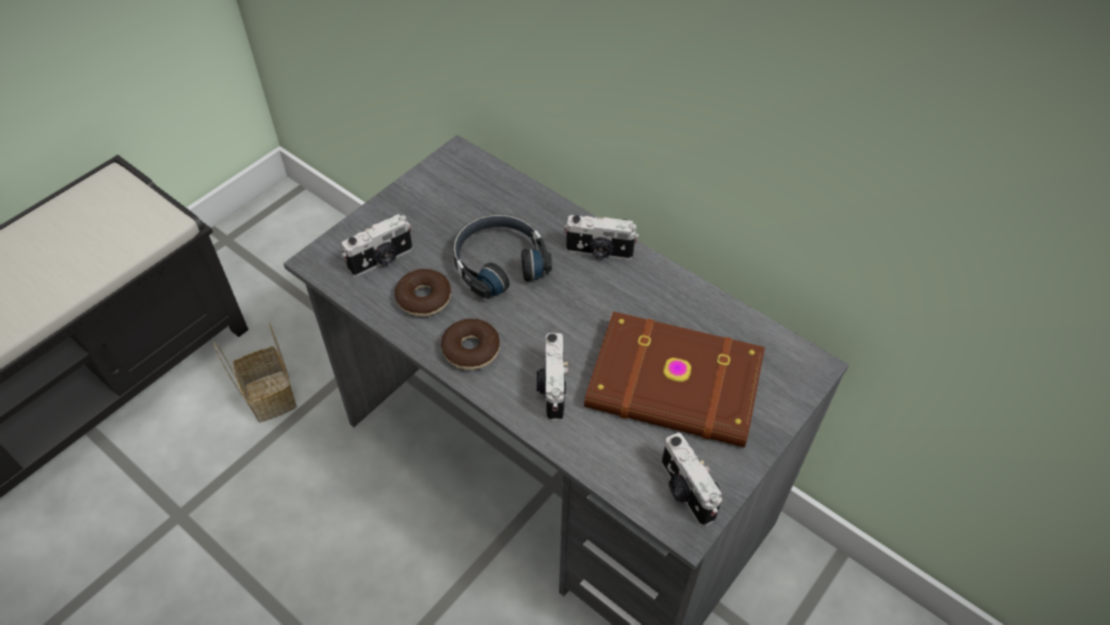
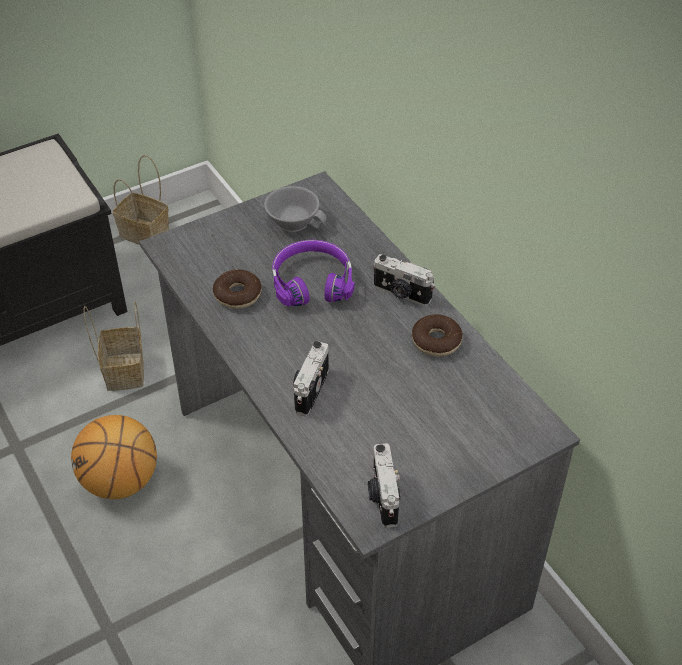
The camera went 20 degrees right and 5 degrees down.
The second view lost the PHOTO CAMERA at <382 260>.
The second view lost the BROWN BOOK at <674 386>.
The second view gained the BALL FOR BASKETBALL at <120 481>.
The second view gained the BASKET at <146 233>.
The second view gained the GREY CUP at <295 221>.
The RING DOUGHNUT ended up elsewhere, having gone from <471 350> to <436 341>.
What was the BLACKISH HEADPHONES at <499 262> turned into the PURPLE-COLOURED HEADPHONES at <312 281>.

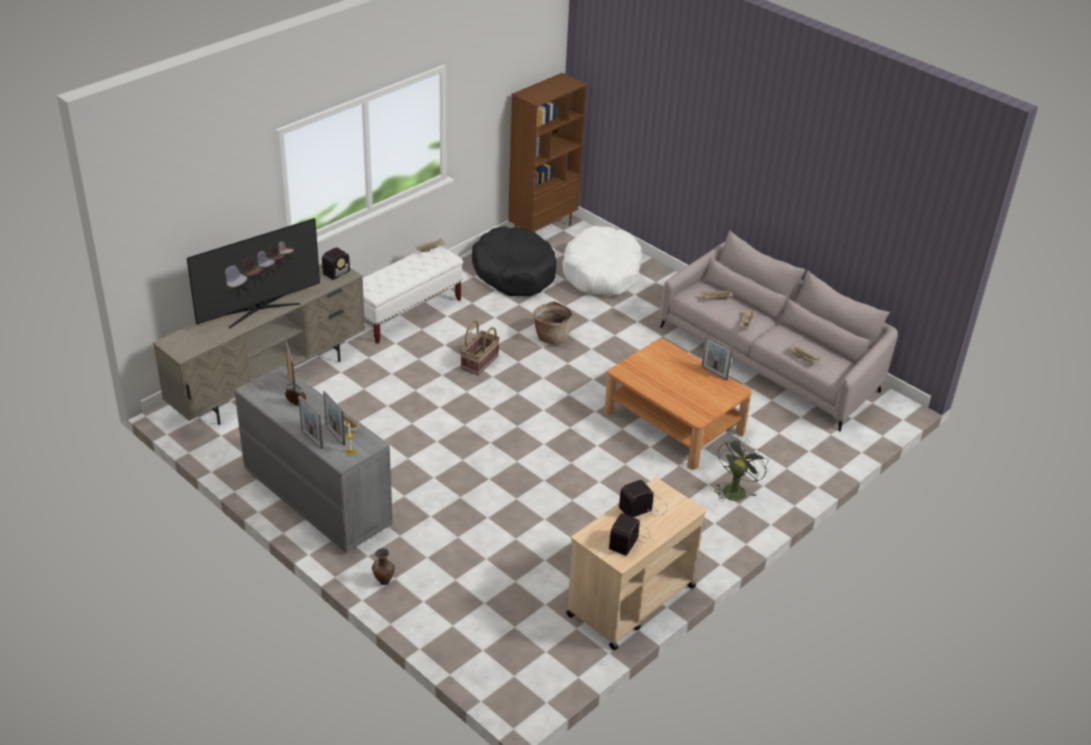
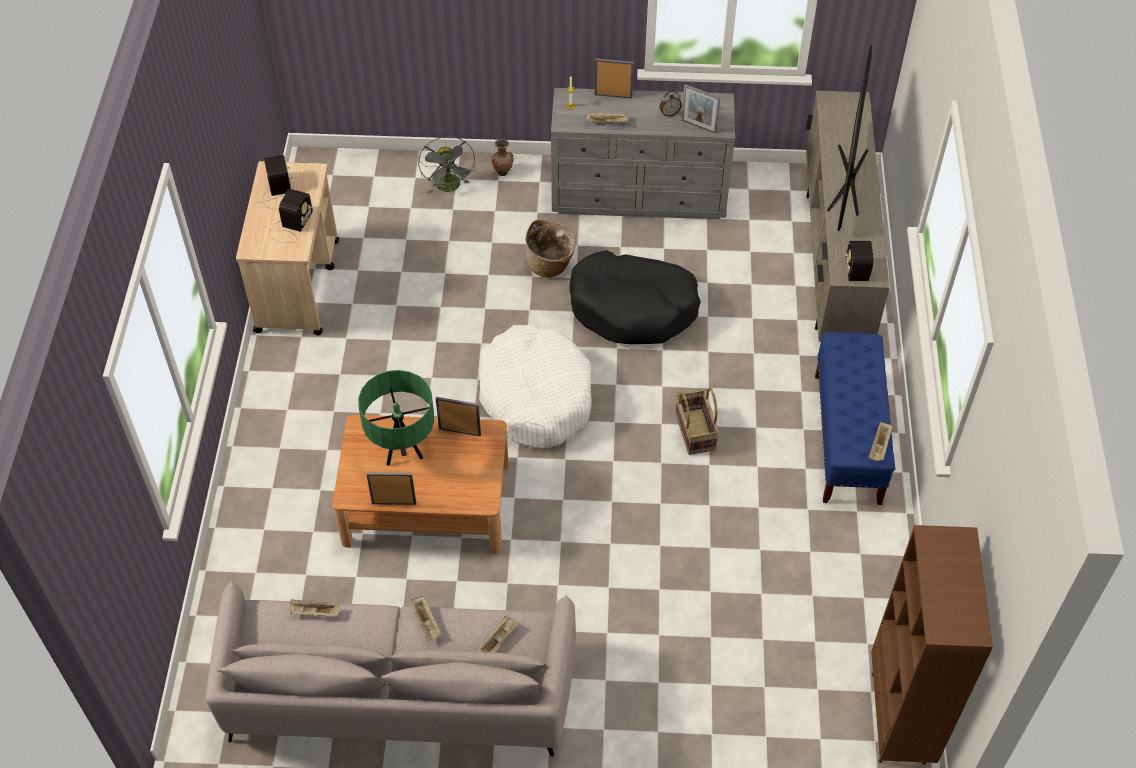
The camera went 140 degrees right and 15 degrees up.
The second view gained the GREENISH TABLETOP LAMP at <402 447>.
The PICTURE FRAME ended up elsewhere, having gone from <335 435> to <460 431>.
The BLACKISH PET BED ended up elsewhere, having gone from <514 272> to <633 308>.
The BASKET ended up elsewhere, having gone from <551 336> to <551 265>.
The WHITISH PET BED ended up elsewhere, having gone from <602 273> to <535 396>.
The GREY COOLING FAN ended up elsewhere, having gone from <735 489> to <450 187>.
What was the WHITISH BENCH at <407 313> turned into the BLUISH BENCH at <847 439>.

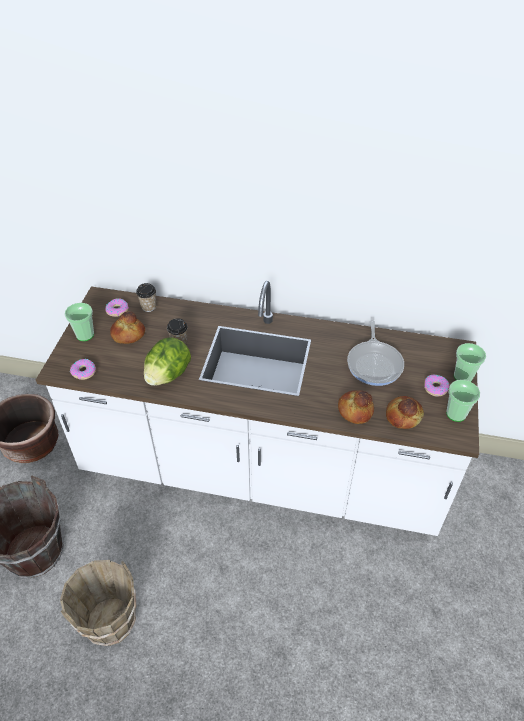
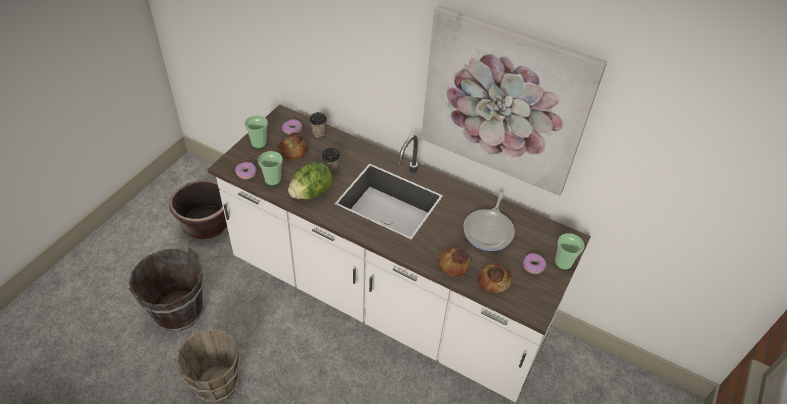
The camera went 15 degrees right and 0 degrees up.
The second view gained the WALL PICTURE at <504 102>.
The CUP ended up elsewhere, having gone from <456 414> to <272 180>.

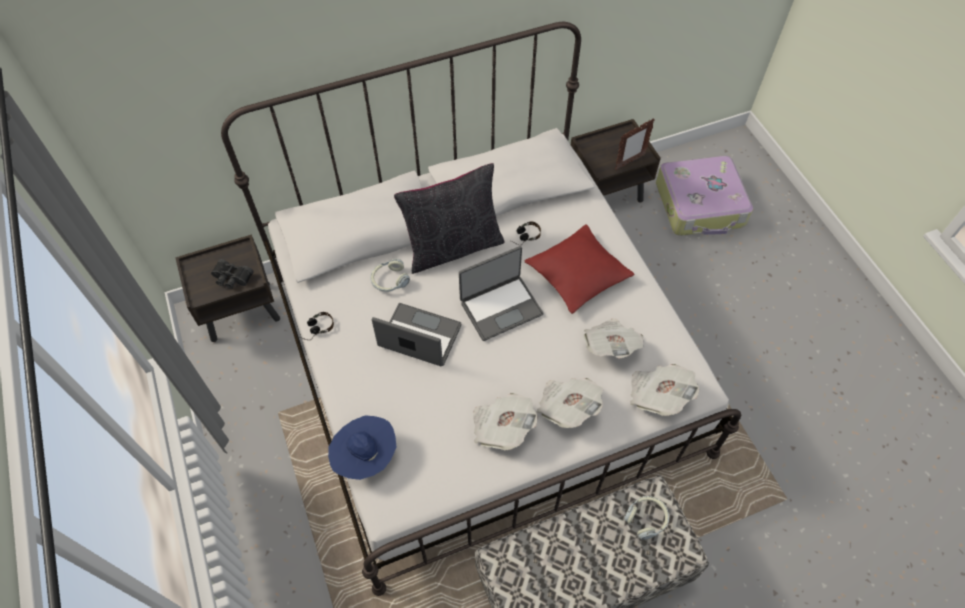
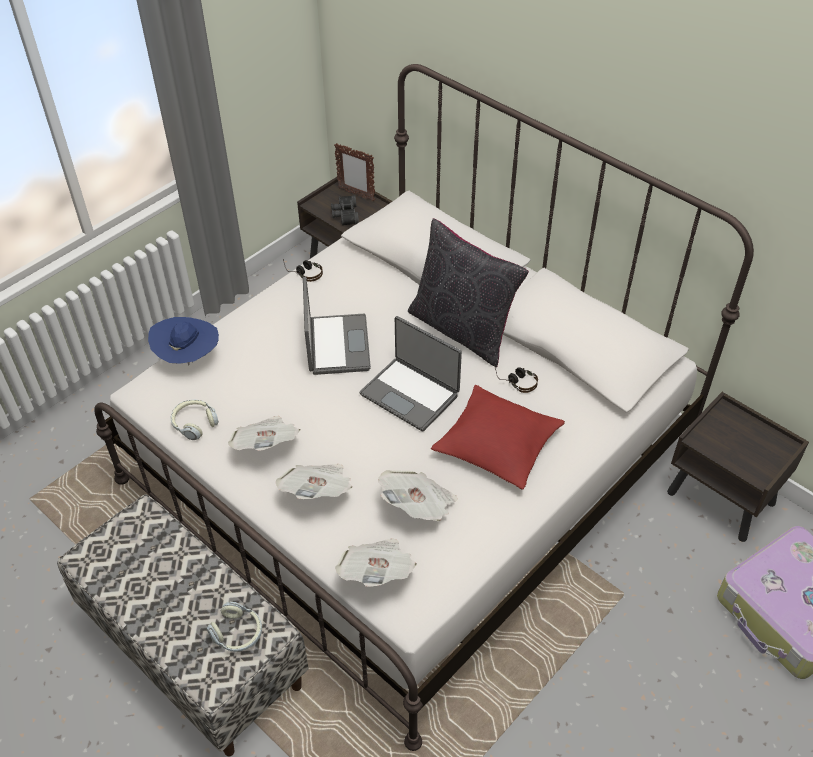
The camera went 65 degrees right and 10 degrees down.
The HEADPHONES ended up elsewhere, having gone from <389 280> to <194 423>.
The PICTURE FRAME ended up elsewhere, having gone from <629 162> to <356 194>.

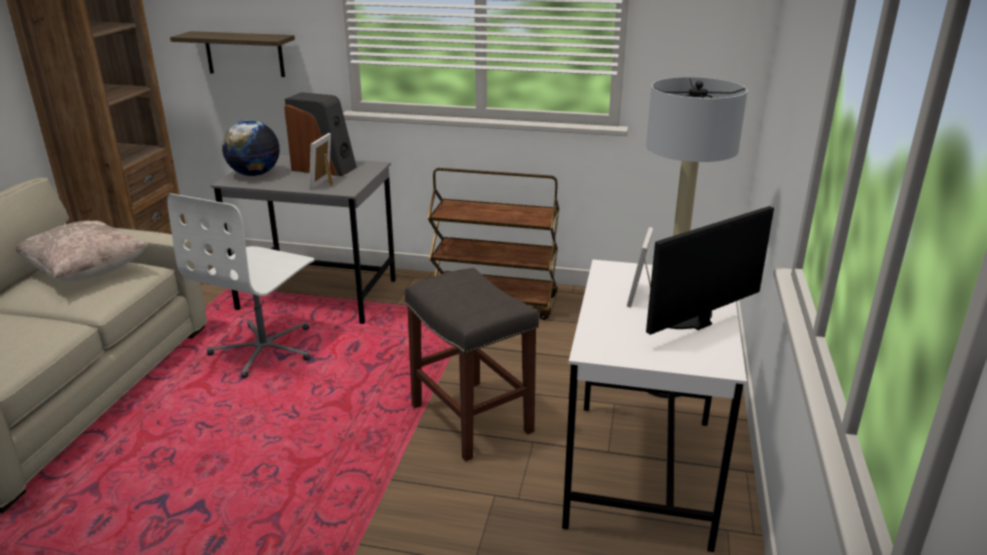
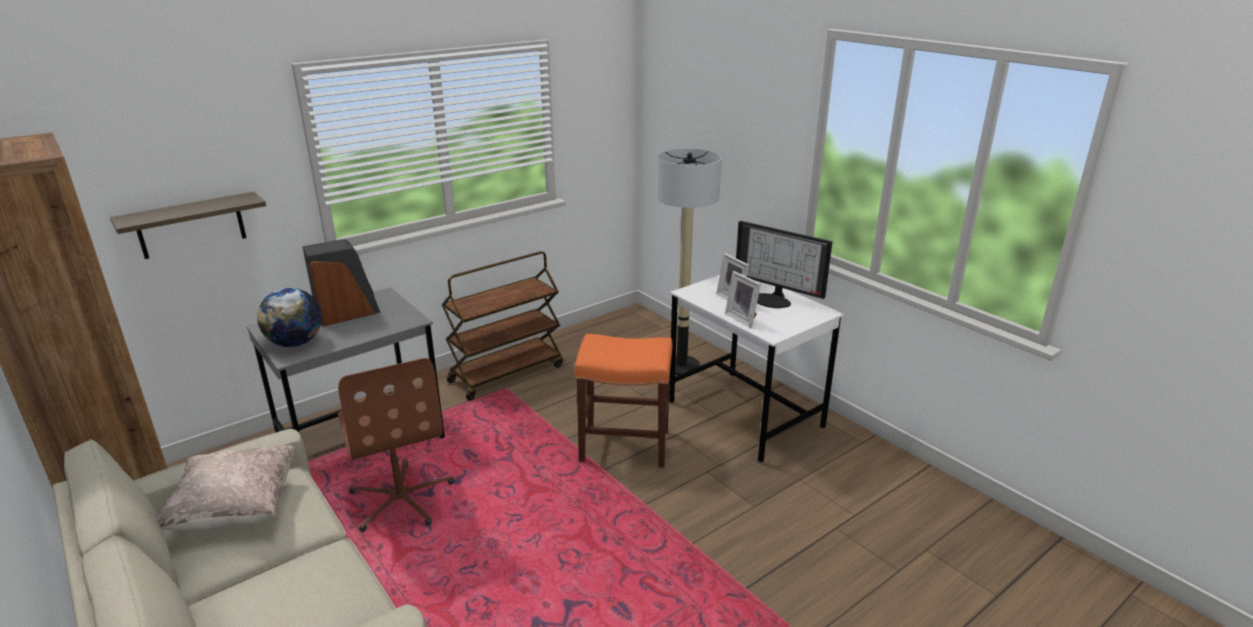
The camera went 50 degrees left and 0 degrees up.
The PICTURE FRAME ended up elsewhere, having gone from <326 183> to <743 319>.
What was the WHITISH OFFICE CHAIR at <265 349> turned into the BROWN OFFICE CHAIR at <401 498>.
What was the GREY STOOL SEAT at <469 418> turned into the ORANGE STOOL SEAT at <623 445>.
The MONITOR at <690 320> ended up facing another way, 60 degrees counterclockwise from before.

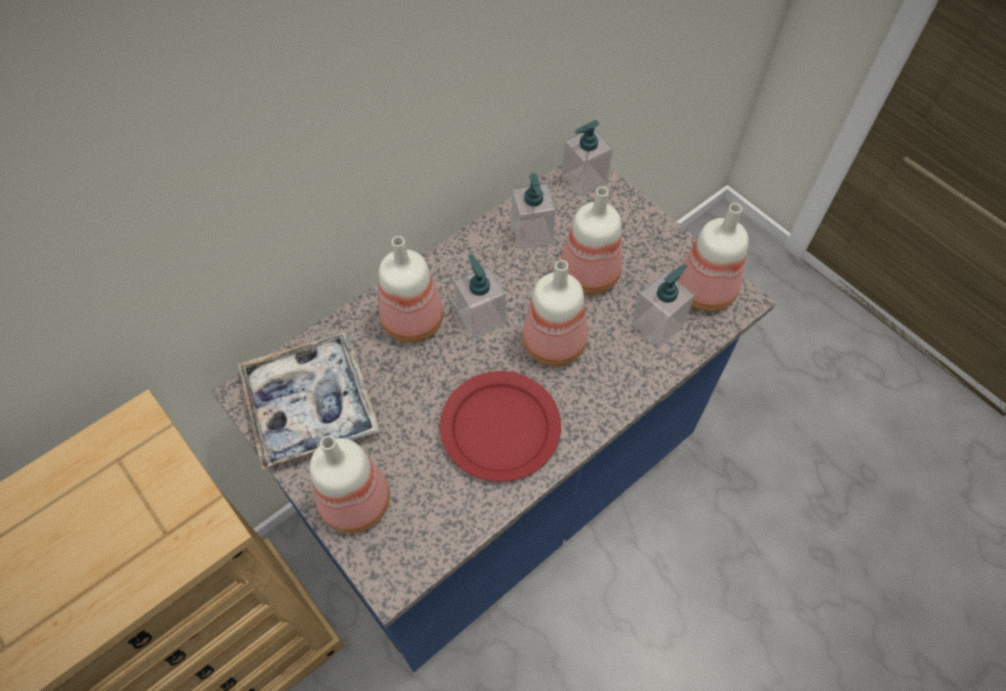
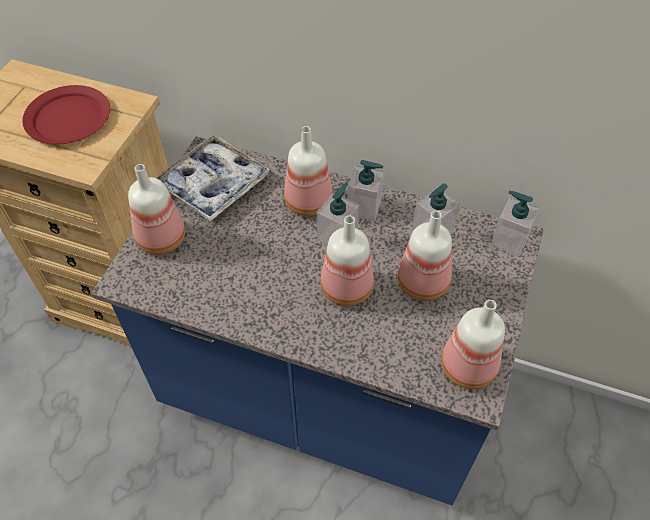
The camera went 60 degrees right and 5 degrees down.
The RED-COLOURED FLAT DISH ended up elsewhere, having gone from <500 427> to <69 118>.
The LIQUID SOAP BOTTLE ended up elsewhere, having gone from <657 324> to <364 207>.

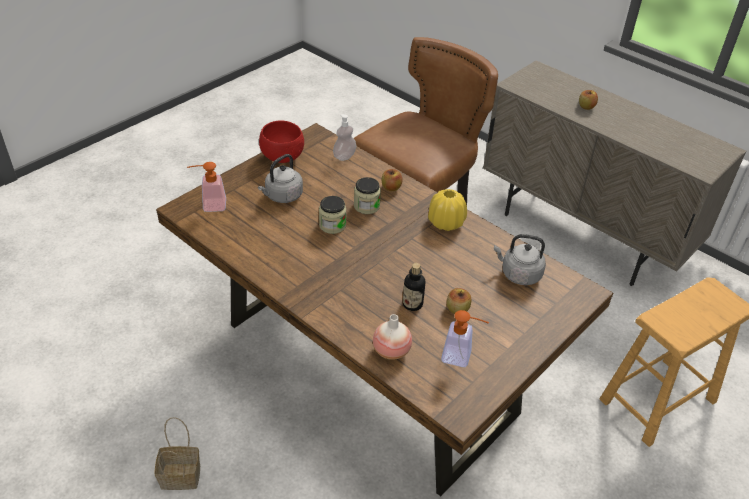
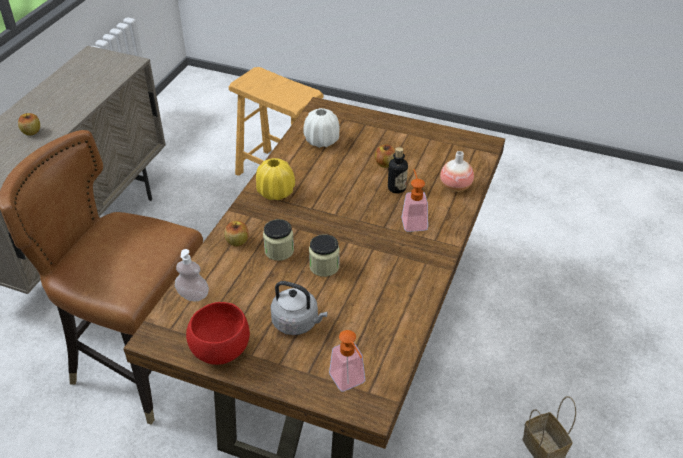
The camera went 110 degrees left and 0 degrees up.
The LIQUID SOAP BOTTLE ended up elsewhere, having gone from <462 357> to <413 220>.
Where the GREY WATER KETTLE stood at <518 274>, the WHITISH VASE came to stand at <322 141>.

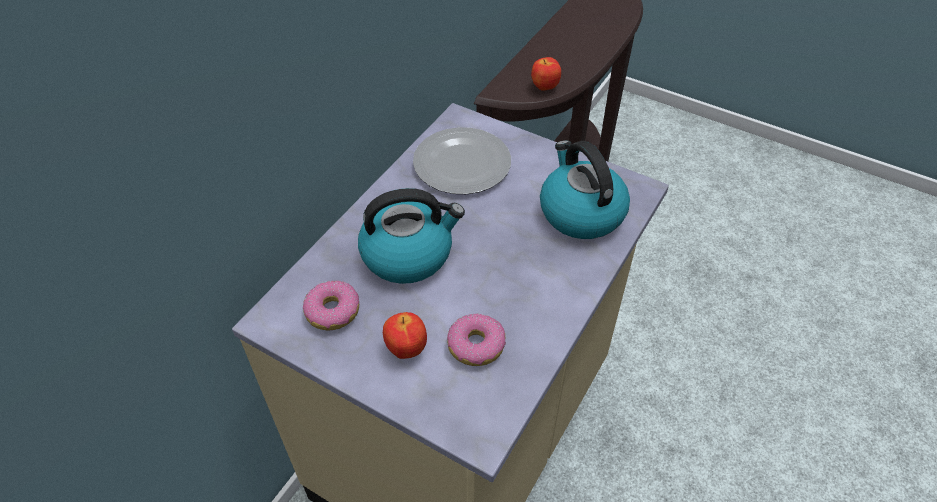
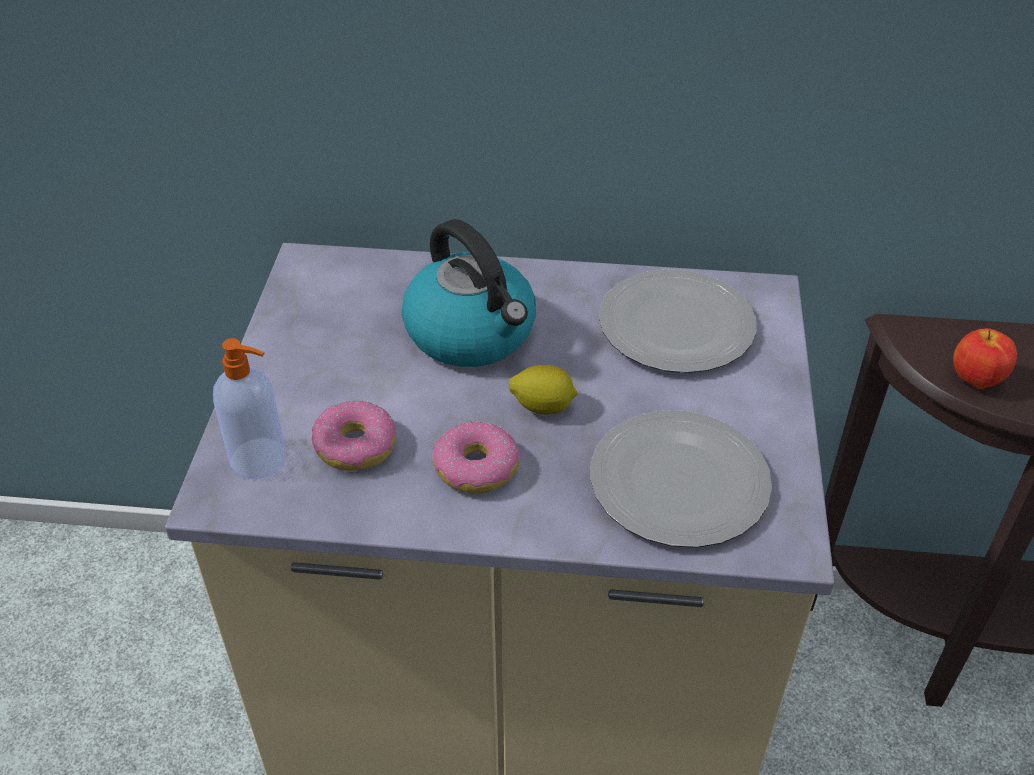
The camera went 65 degrees right and 5 degrees down.
The second view lost the APPLE at <405 349>.
The second view gained the LIQUID SOAP BOTTLE at <260 459>.
The second view gained the WHOLE LEMON at <543 406>.
The RING DOUGHNUT ended up elsewhere, having gone from <333 312> to <476 468>.
Where the WATER KETTLE stood at <580 212>, the FLAT DISH came to stand at <676 482>.

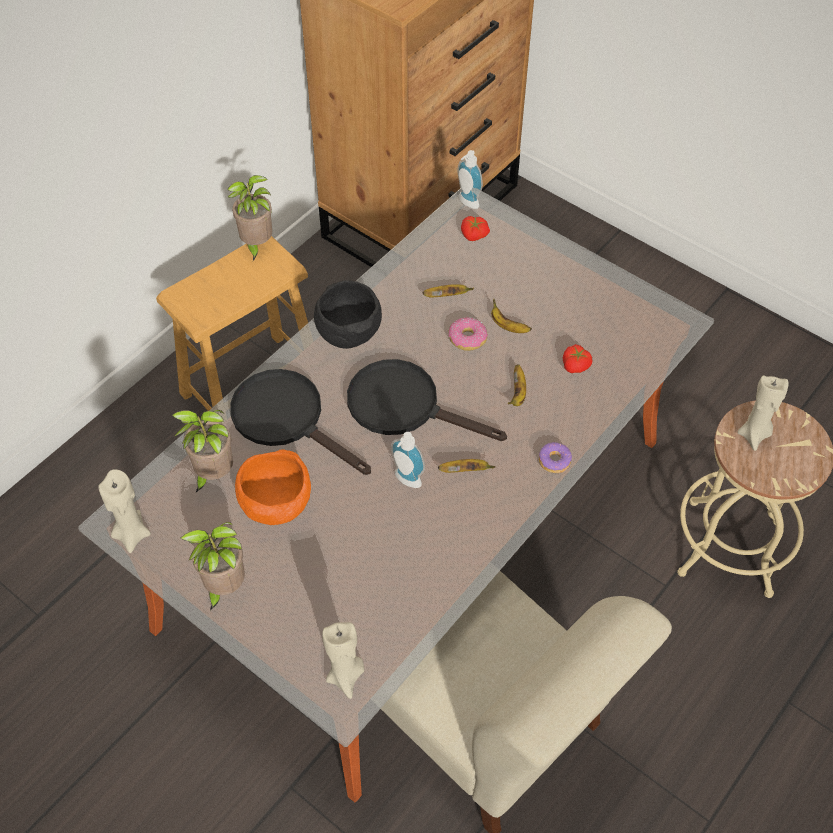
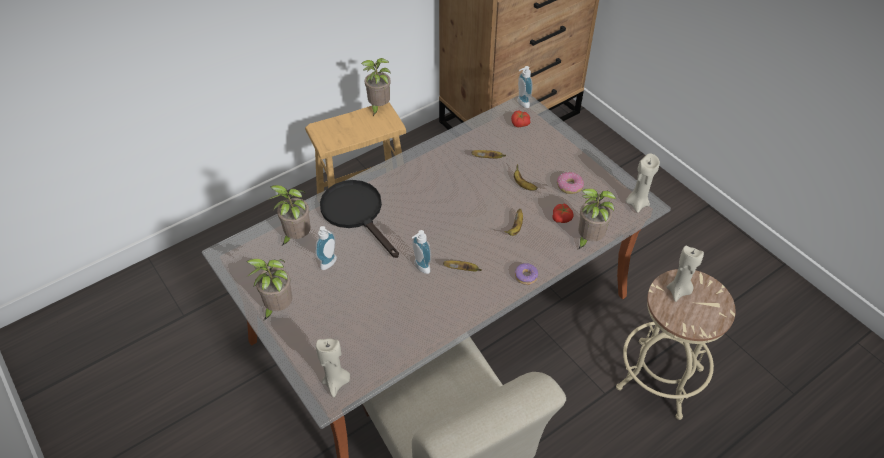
The camera went 15 degrees right and 5 degrees down.
The second view lost the BLACKISH DEEP DISH at <348 333>.
The second view lost the BLACKISH SKILLET at <405 406>.
The second view gained the PLANT IN A POT at <588 240>.
The SAND-COLOURED WAX CANDLE ended up elsewhere, having gone from <132 534> to <637 203>.
The RING DOUGHNUT ended up elsewhere, having gone from <467 338> to <569 186>.
Where the ORANGE DEEP DISH stood at <276 504>, the LIQUID SOAP BOTTLE came to stand at <330 264>.

